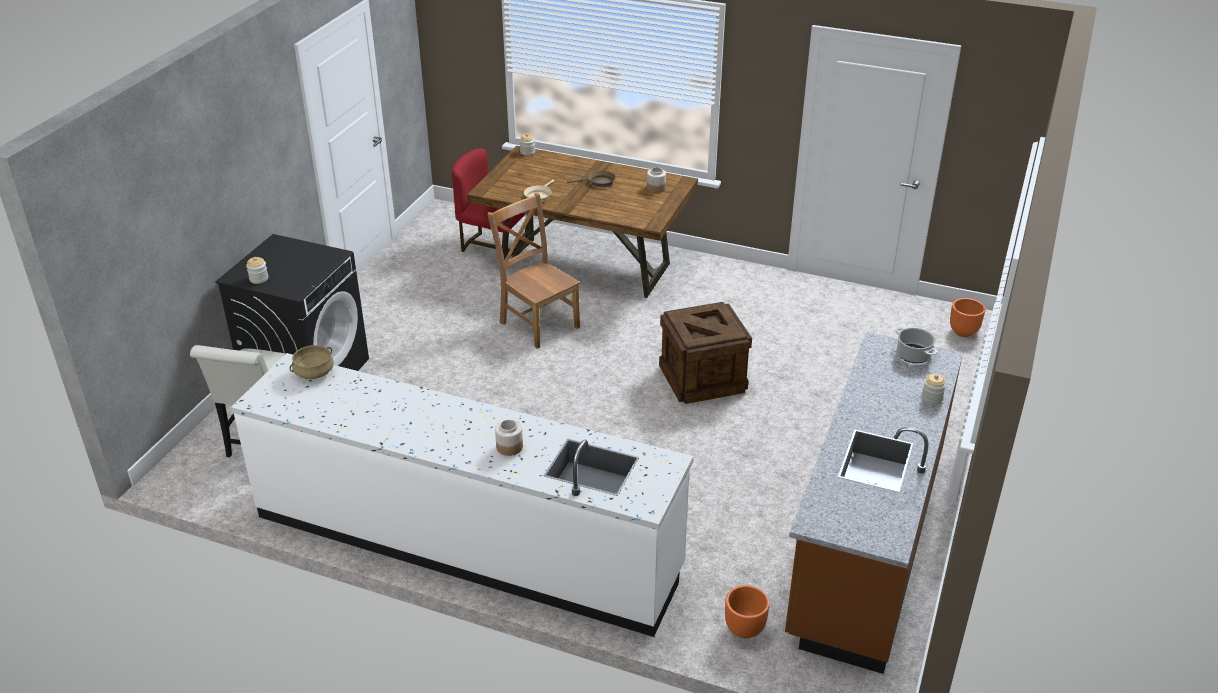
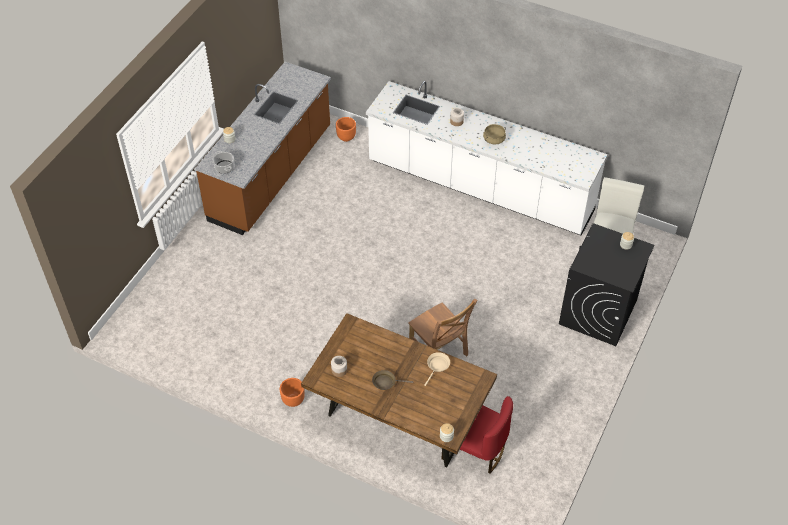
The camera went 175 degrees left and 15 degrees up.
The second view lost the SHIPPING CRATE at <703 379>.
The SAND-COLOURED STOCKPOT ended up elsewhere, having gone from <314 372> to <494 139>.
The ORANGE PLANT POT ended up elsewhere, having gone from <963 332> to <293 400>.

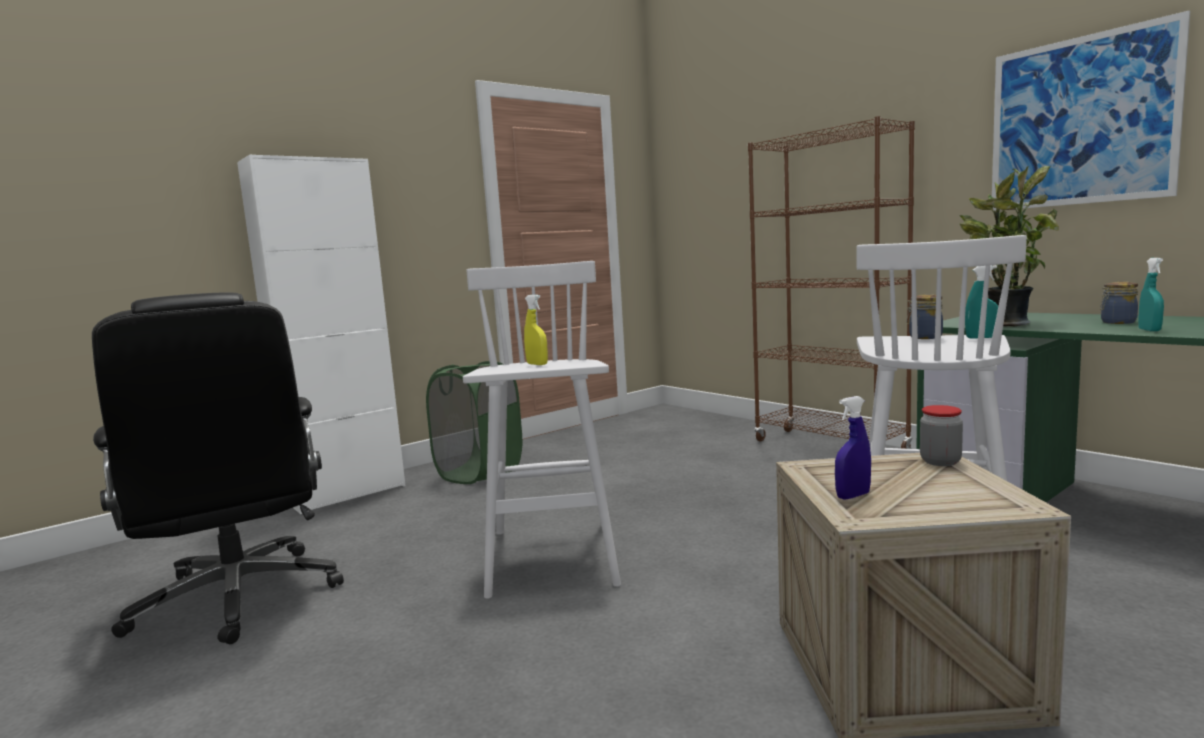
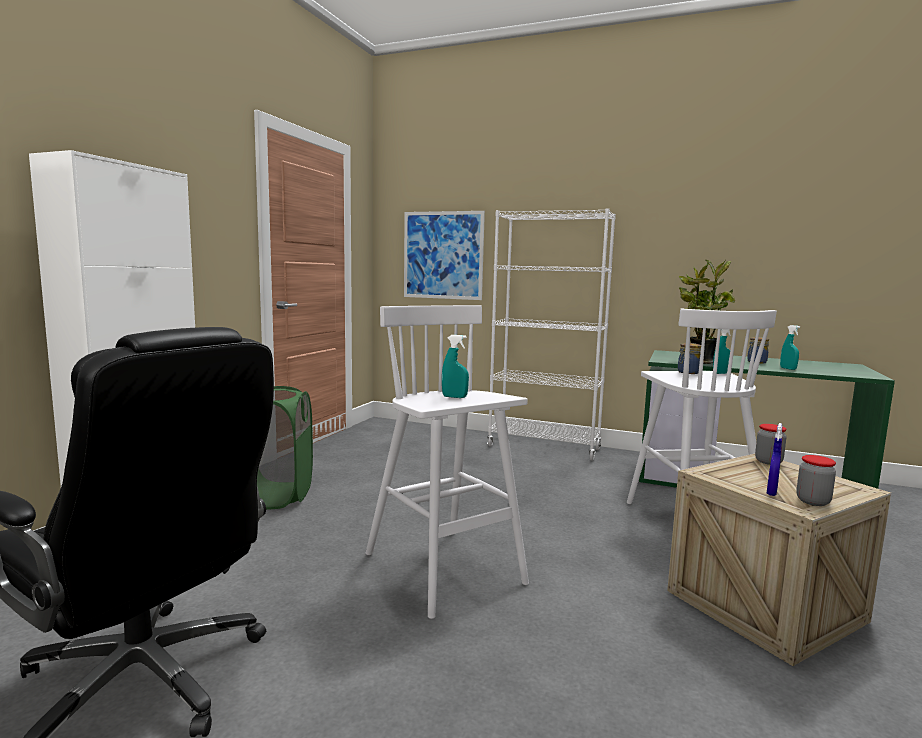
The camera went 30 degrees left and 0 degrees up.
The second view gained the PRESERVE JAR at <813 501>.
The WALL PICTURE ended up elsewhere, having gone from <1080 121> to <443 255>.
What was the YELLOW HAND SPRAYER at <537 364> turned into the TURQUOISE-COLOURED HAND SPRAYER at <454 397>.
What was the BROWN BOOKCASE at <829 447> turned into the WHITISH BOOKCASE at <544 448>.

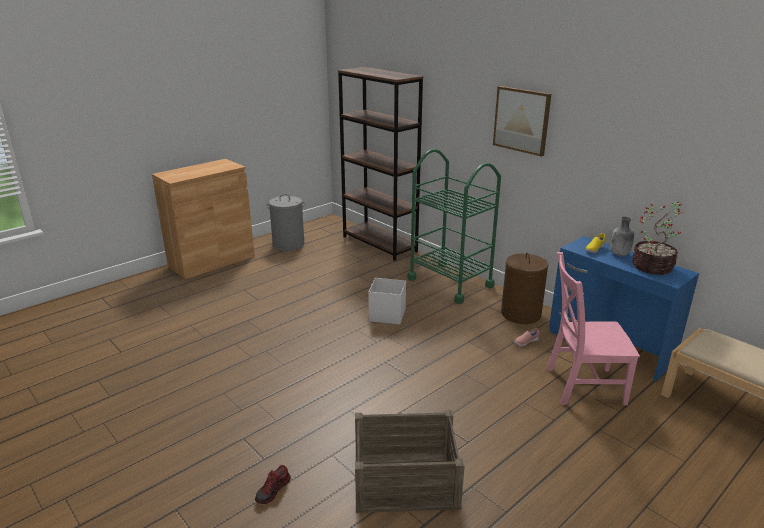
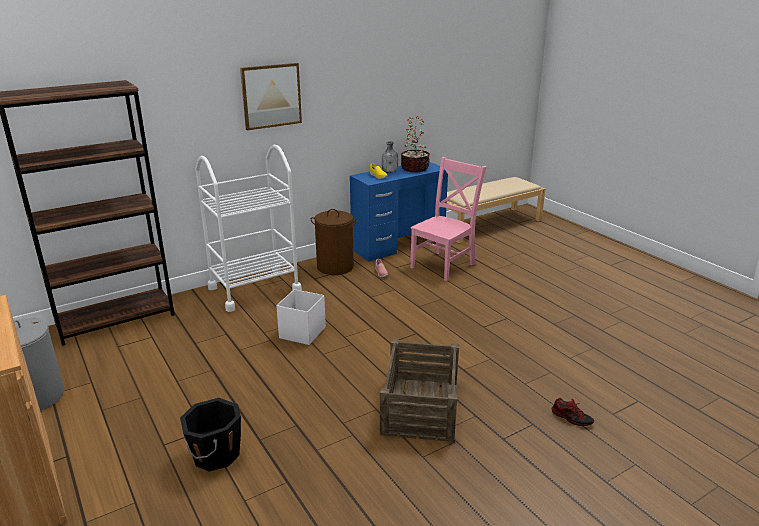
The camera went 80 degrees left and 0 degrees up.
The second view gained the BLACKISH BUCKET at <215 454>.
The SHIPPING CRATE ended up elsewhere, having gone from <405 479> to <419 407>.
What was the GREENISH WHEELED CART at <450 282> turned into the WHITISH WHEELED CART at <254 289>.
The PINK-COLOURED UPRIGHT CHAIR at <581 385> ended up facing another way, 150 degrees counterclockwise from before.

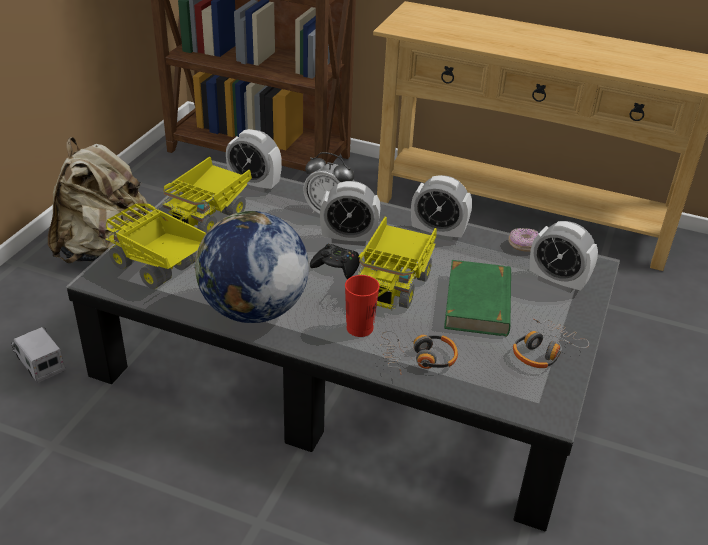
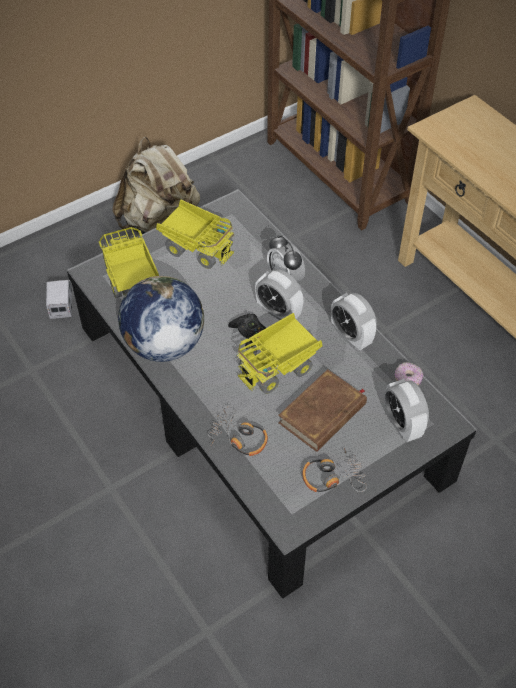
The camera went 35 degrees right and 15 degrees up.
The second view lost the BEDSIDE CLOCK at <254 185>.
The second view lost the RED-COLOURED CUP at <359 328>.
What was the GREENISH BOOK at <478 303> turned into the BROWN BOOK at <323 414>.
The TOY TRUCK at <209 216> ended up facing another way, 120 degrees counterclockwise from before.

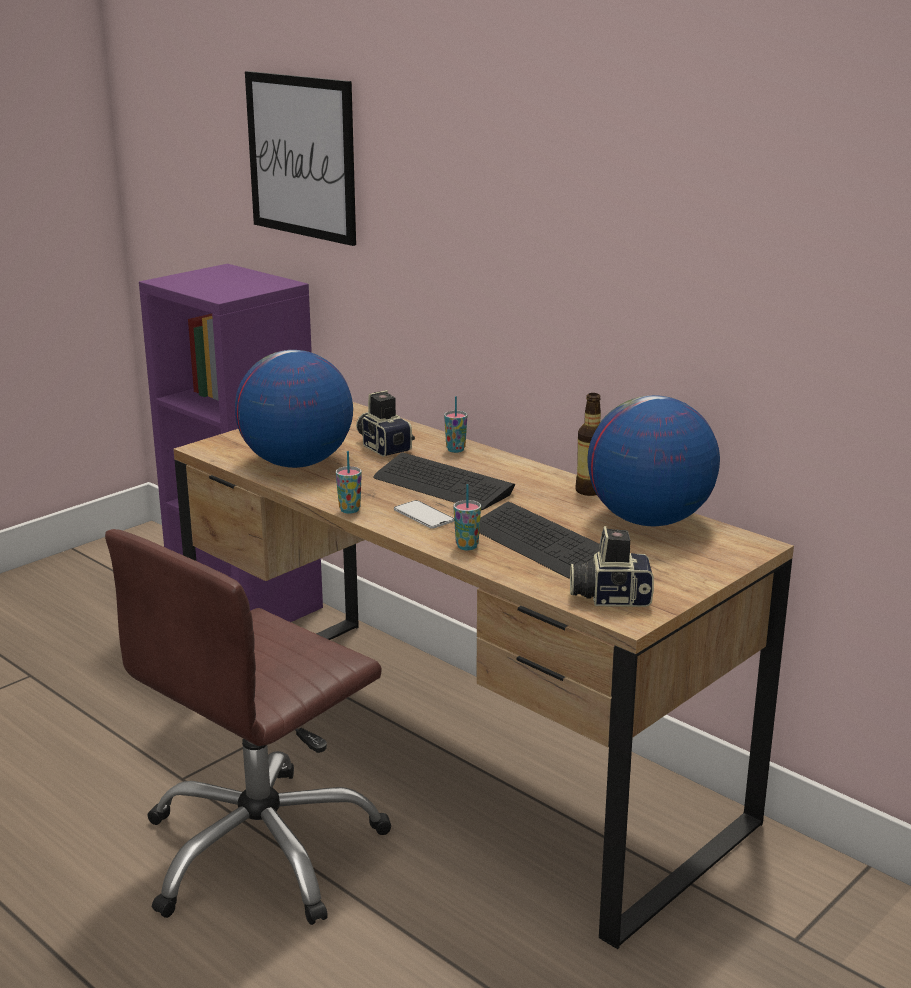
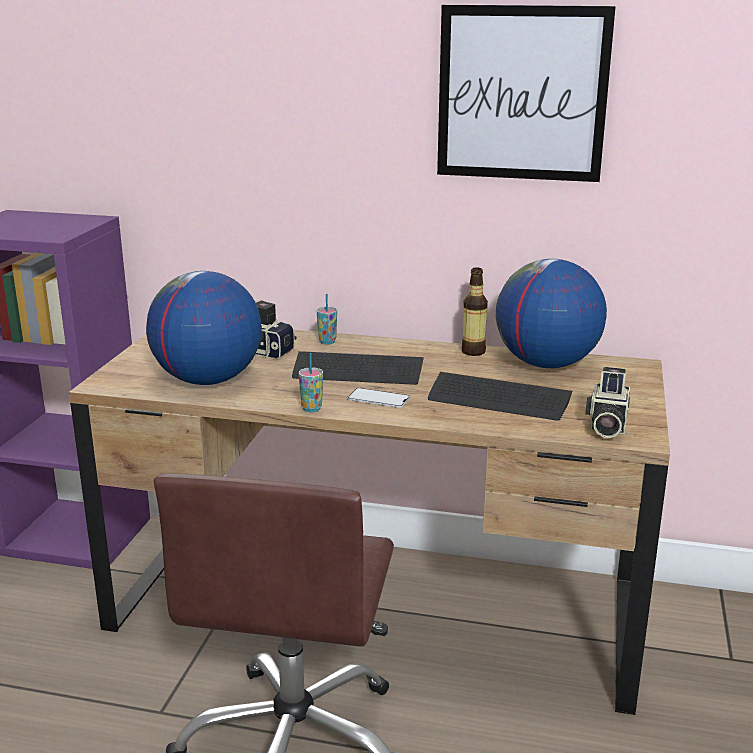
The camera went 30 degrees left and 0 degrees up.
The second view lost the CUP at <467 546>.
The WALL PICTURE ended up elsewhere, having gone from <301 156> to <522 94>.
The PHOTO CAMERA at <610 597> ended up facing another way, 45 degrees counterclockwise from before.

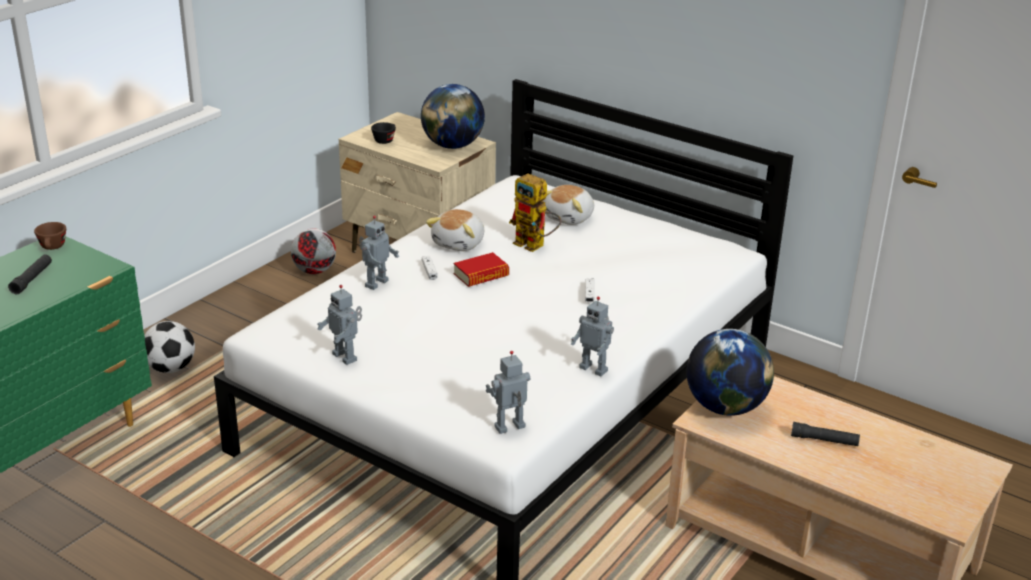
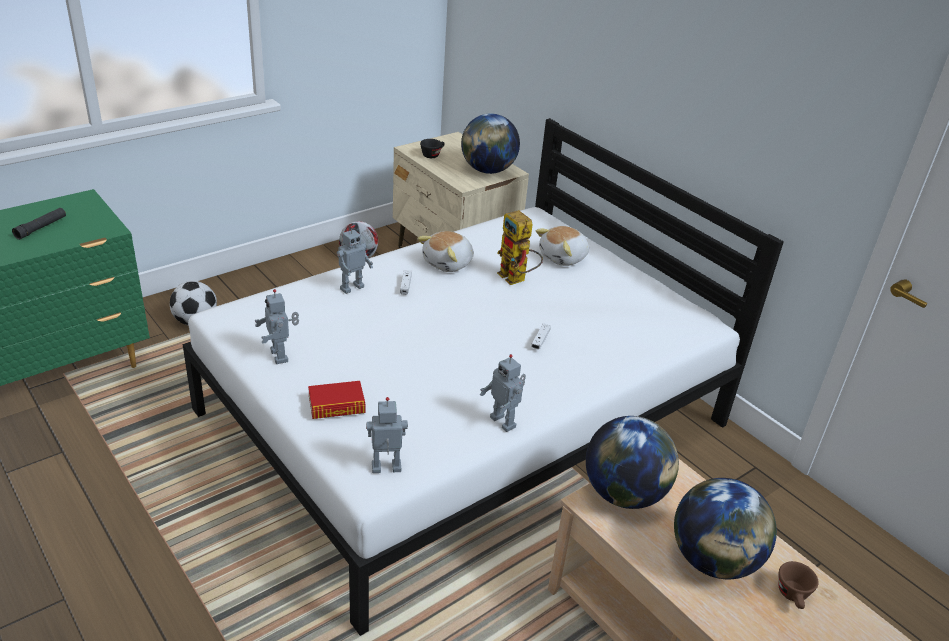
The camera went 15 degrees right and 5 degrees up.
The BROWN CUP ended up elsewhere, having gone from <53 248> to <793 597>.
The BOOK ended up elsewhere, having gone from <481 275> to <336 405>.
Where the BLACKISH FLASHLIGHT stood at <824 440>, the GLOBE came to stand at <713 560>.

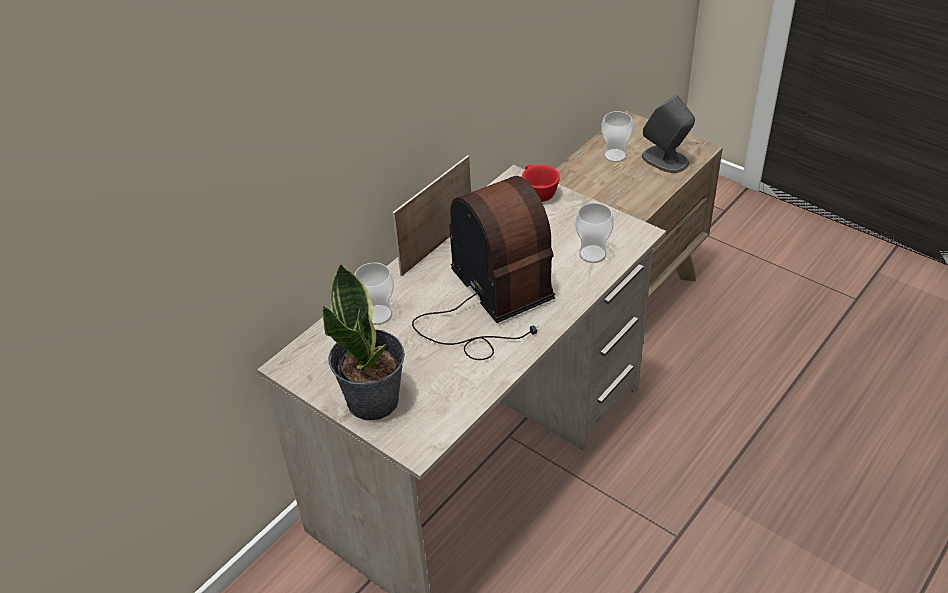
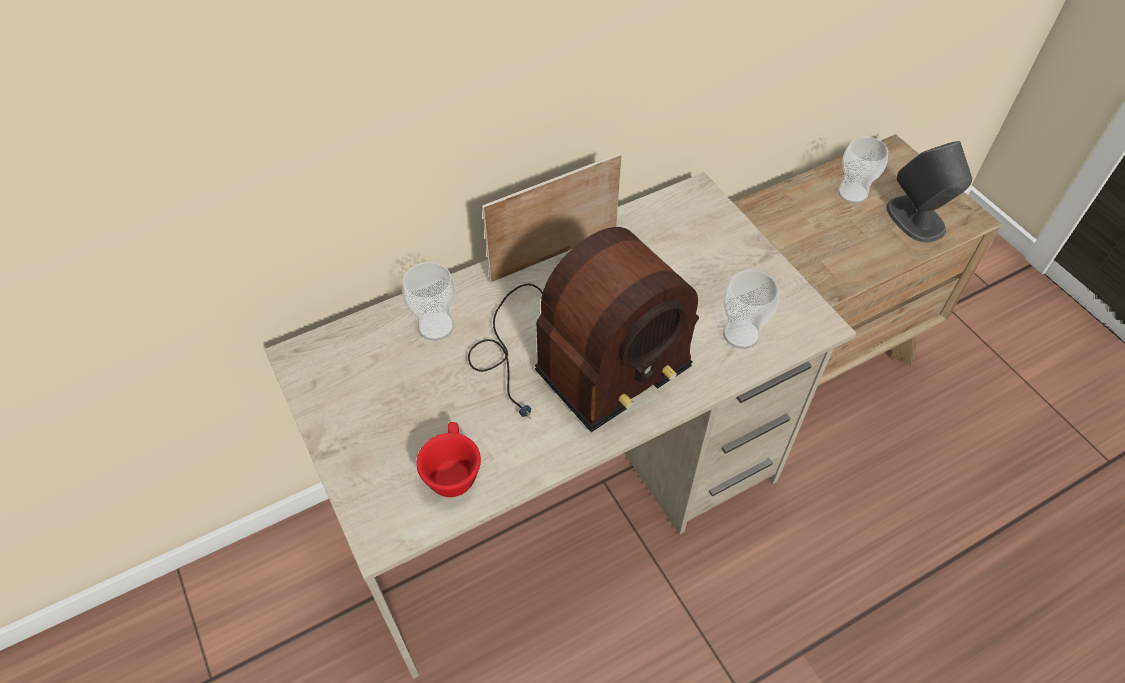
The camera went 20 degrees right and 10 degrees up.
The second view lost the PLANT IN A POT at <374 400>.
The RED-COLOURED CUP ended up elsewhere, having gone from <537 192> to <452 470>.
The RADIO SET at <489 304> ended up facing another way, 60 degrees clockwise from before.

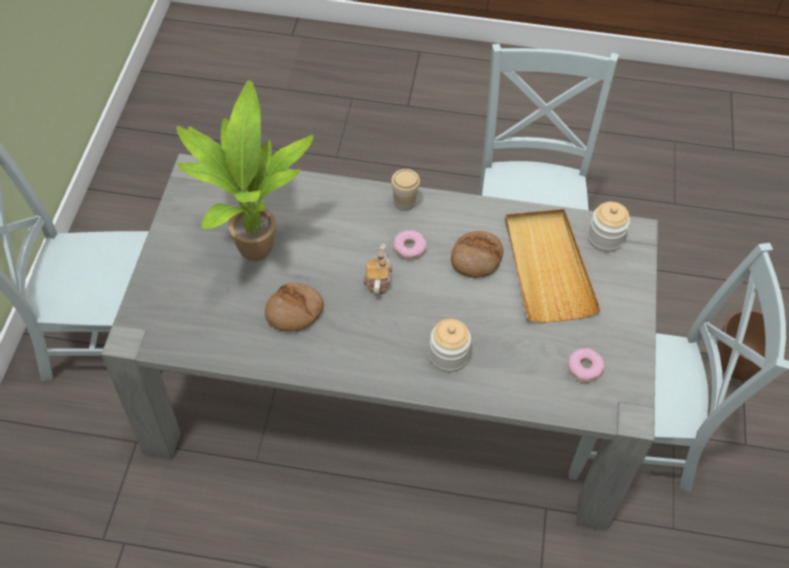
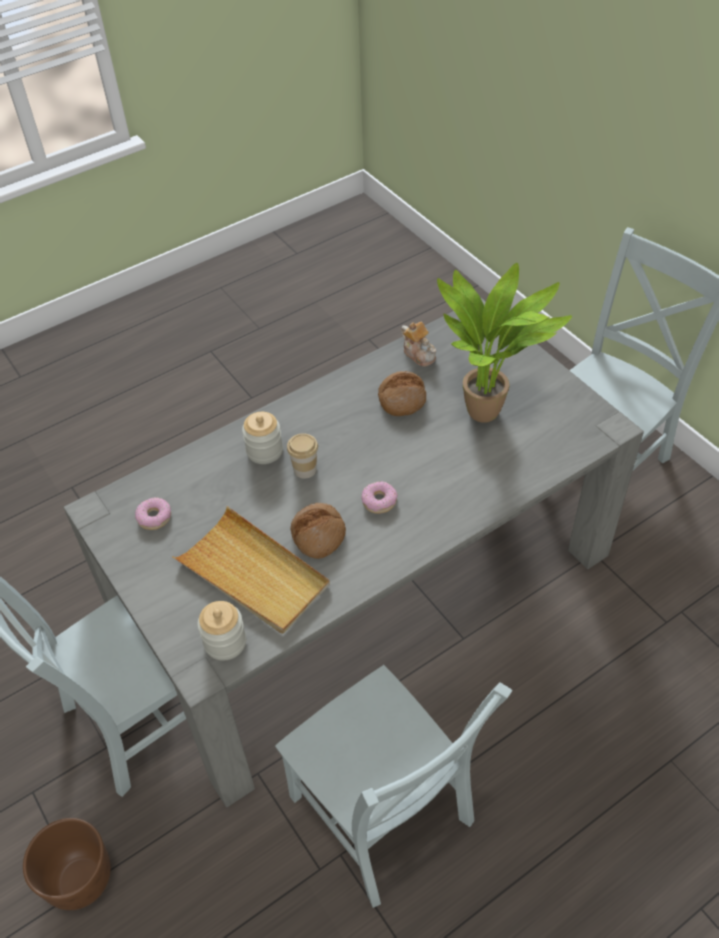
The camera went 140 degrees right and 5 degrees down.
The TEA POT ended up elsewhere, having gone from <377 280> to <419 354>.
The CUP ended up elsewhere, having gone from <404 203> to <305 469>.

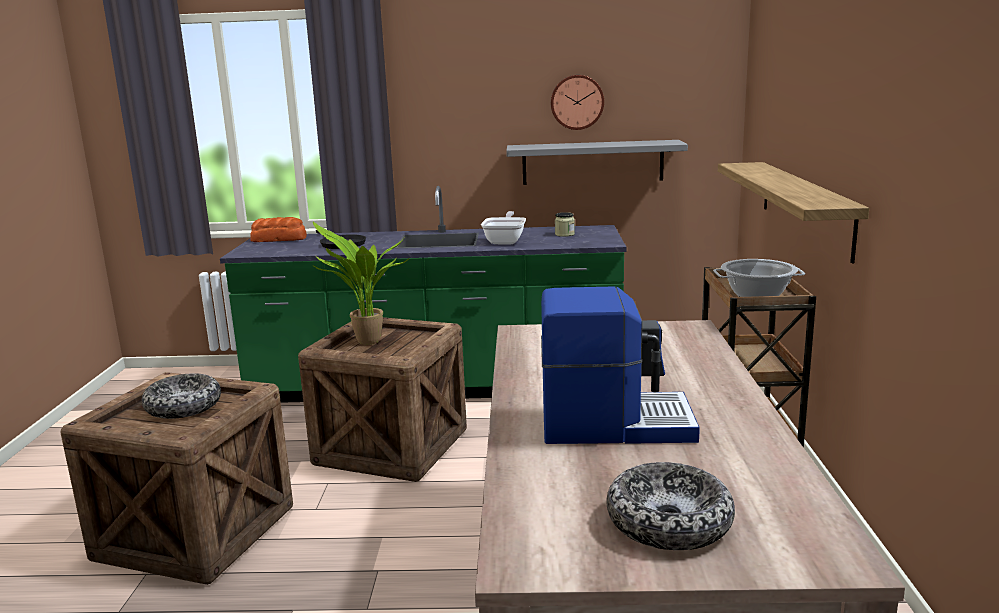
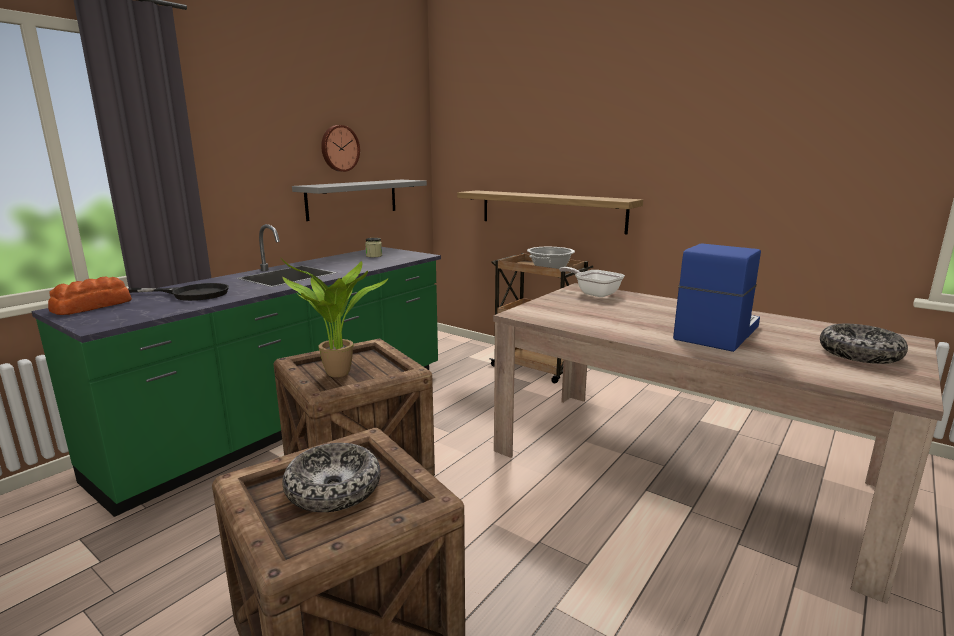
The camera went 55 degrees left and 0 degrees up.
The SKILLET ended up elsewhere, having gone from <505 241> to <594 293>.

